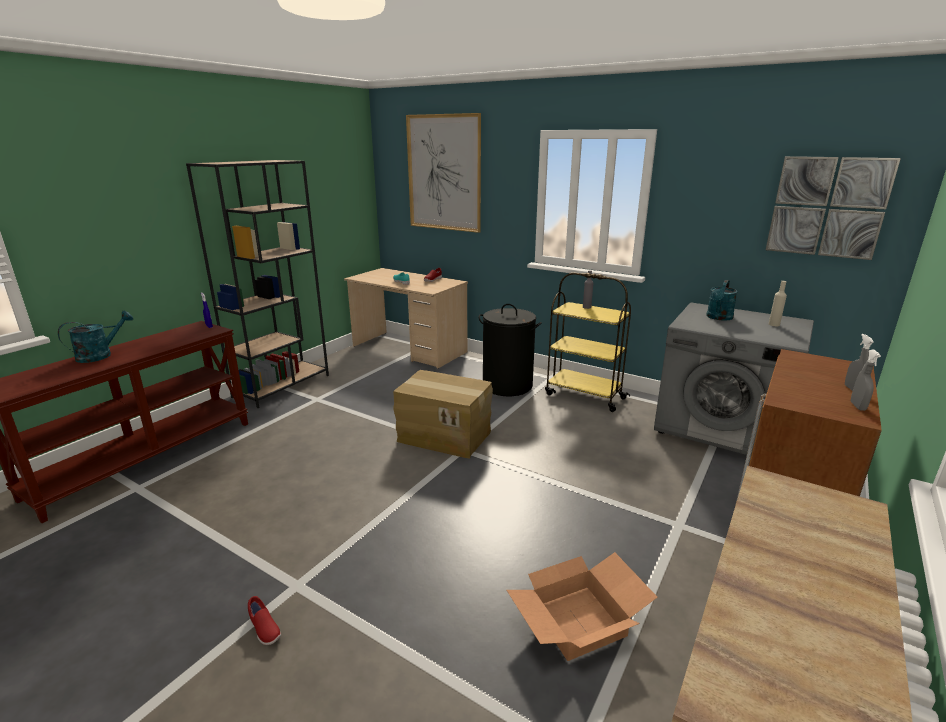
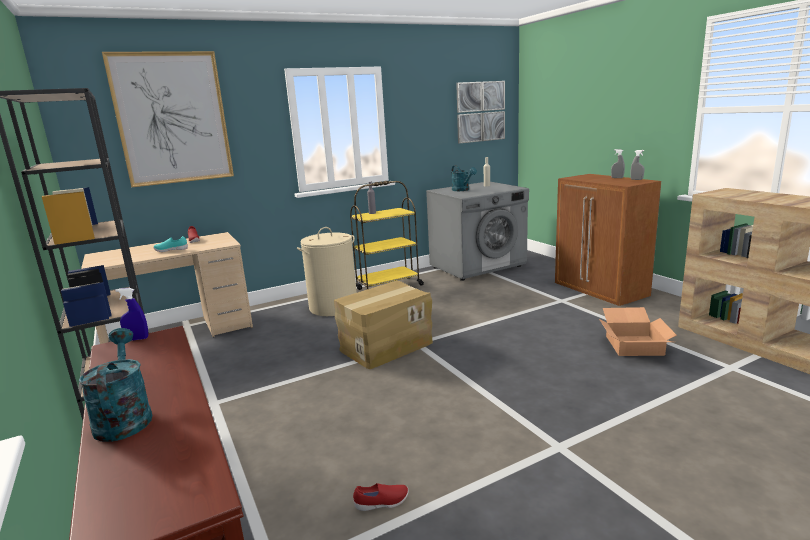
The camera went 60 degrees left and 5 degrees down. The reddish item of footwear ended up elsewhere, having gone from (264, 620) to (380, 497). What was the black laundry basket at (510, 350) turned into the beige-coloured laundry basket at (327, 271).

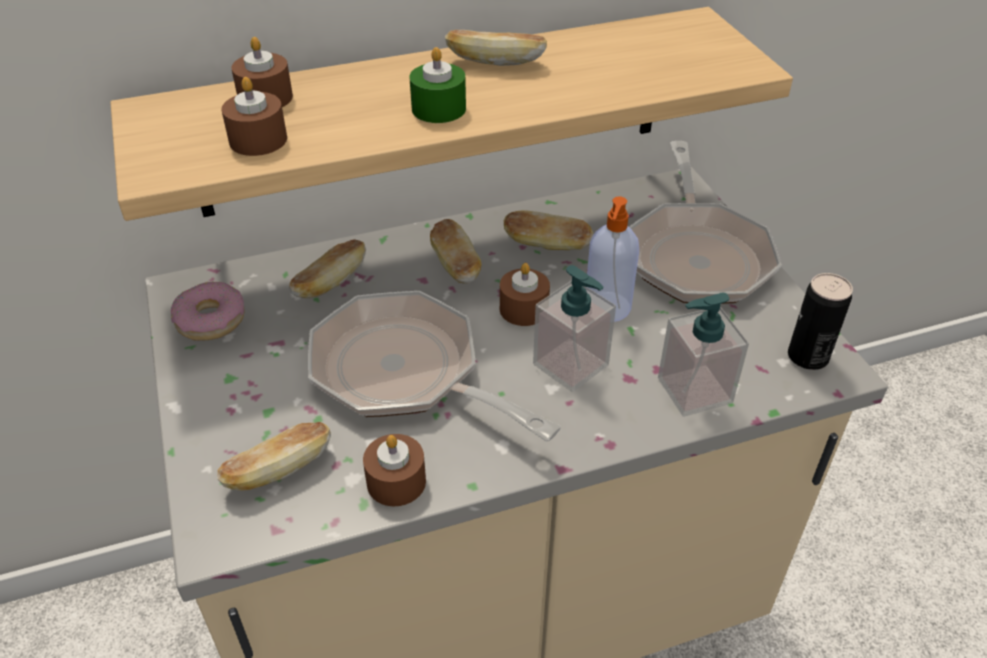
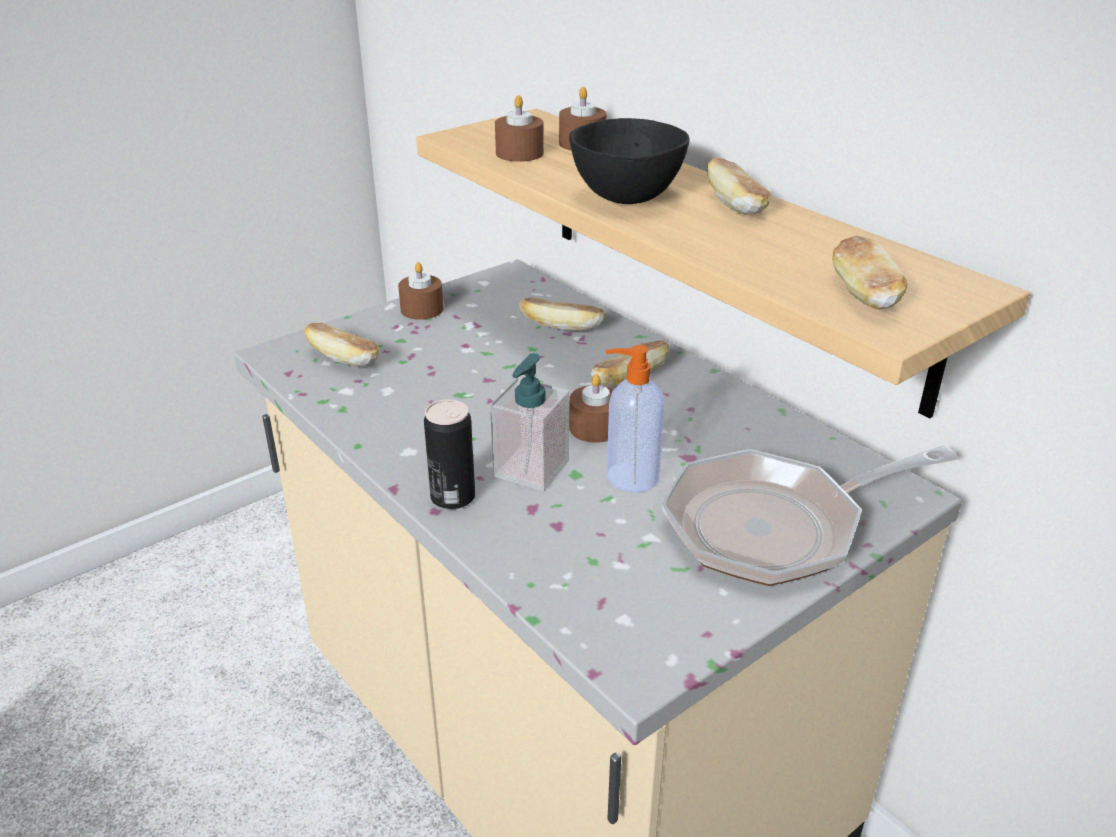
The camera went 70 degrees right and 10 degrees down. The second view lost the ring doughnut at (208, 311). The second view lost the skillet at (434, 366). The second view lost the liquid soap bottle at (703, 354). The brownish candle ended up elsewhere, having gone from (394, 470) to (421, 291). The bakery bread ended up elsewhere, having gone from (548, 230) to (870, 272). The metal can ended up elsewhere, having gone from (820, 321) to (449, 454). Where the greenish candle stood at (438, 85), the black bowl came to stand at (629, 161).

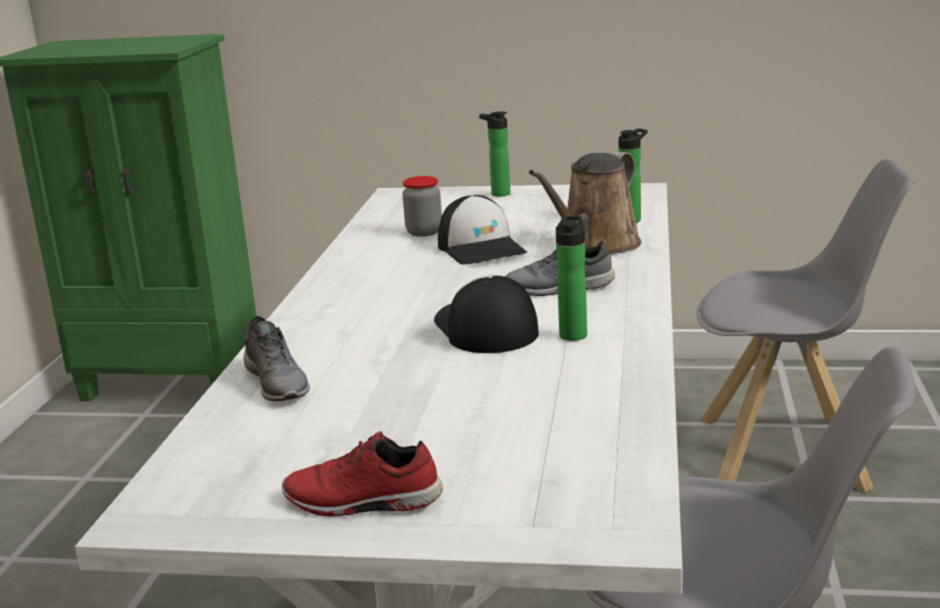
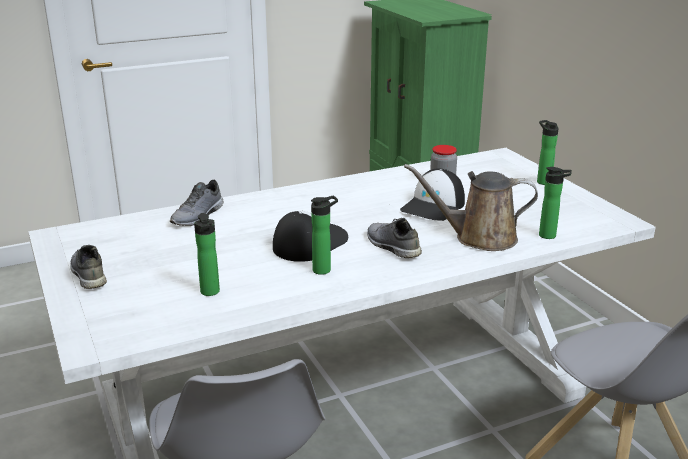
The camera went 55 degrees right and 5 degrees up. The second view gained the beverage bottle at (207, 254). What was the reddish item of footwear at (362, 473) turned into the gray item of footwear at (88, 267).

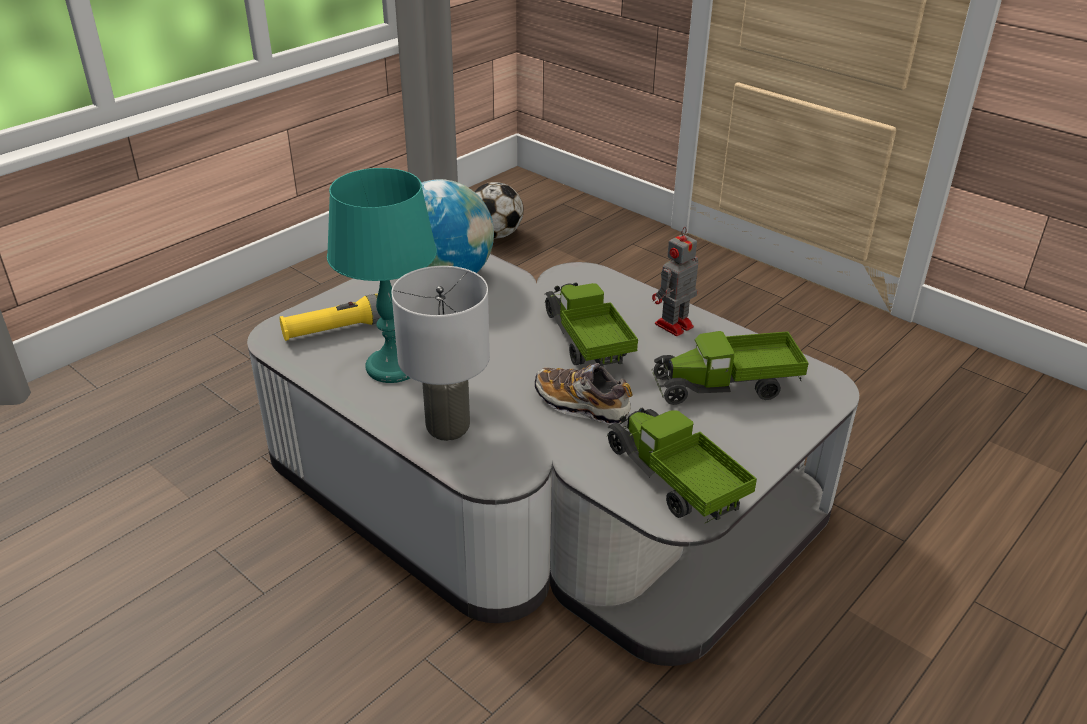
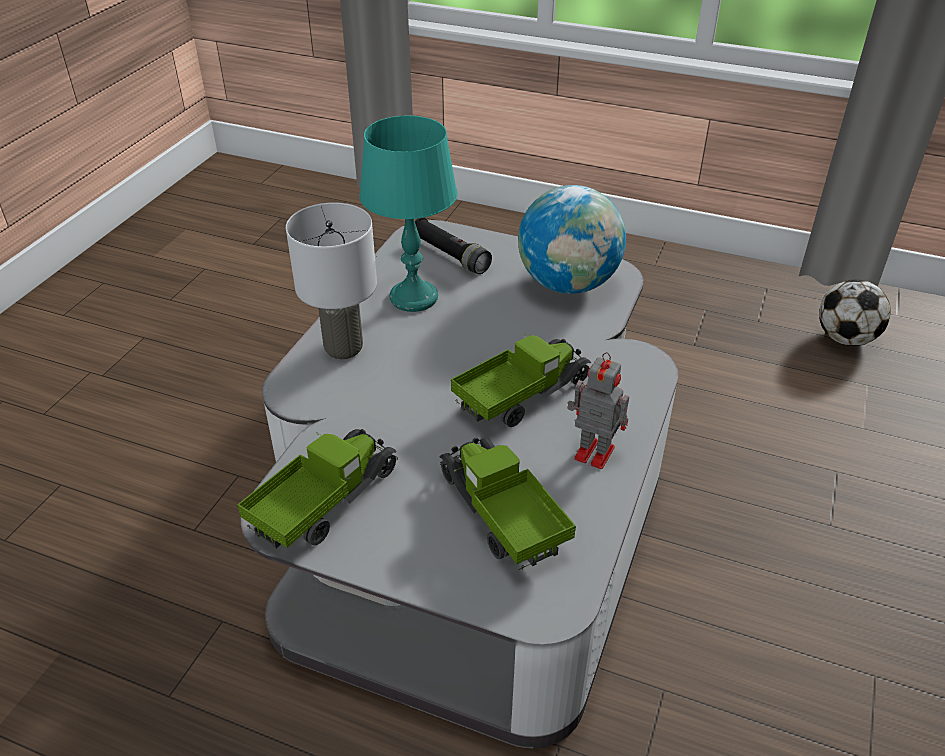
The camera went 70 degrees right and 5 degrees up. The second view lost the item of footwear at (584, 394). What was the yellowish torch at (330, 317) turned into the black torch at (453, 246).

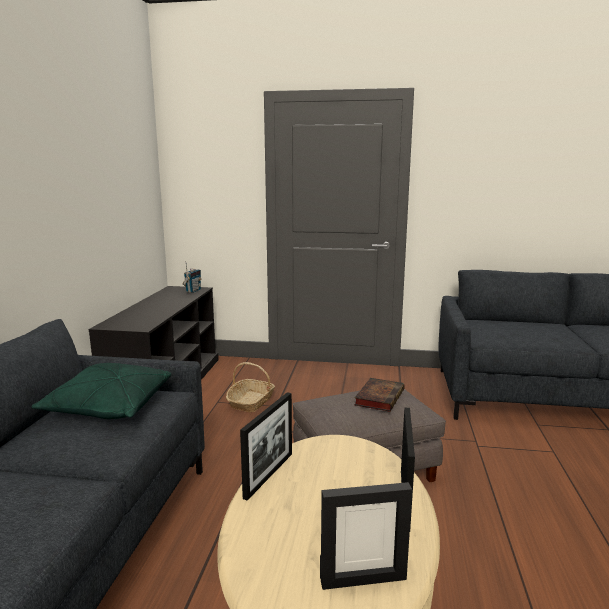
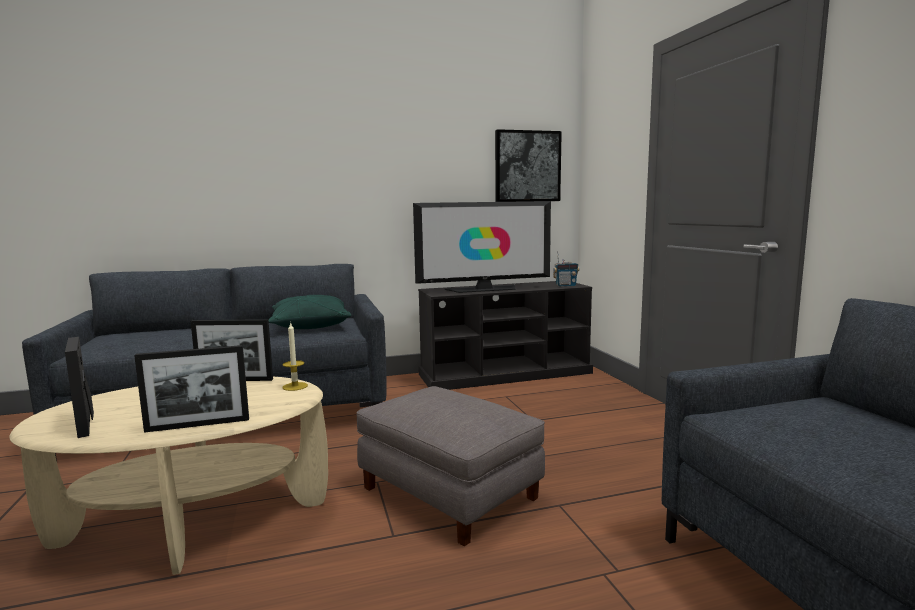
The camera went 65 degrees right and 5 degrees down. The second view lost the storage basket at (250, 387). The second view lost the volume at (379, 395). The second view gained the candle at (295, 356). The second view gained the TV set at (482, 247). The second view gained the wall art at (528, 165).

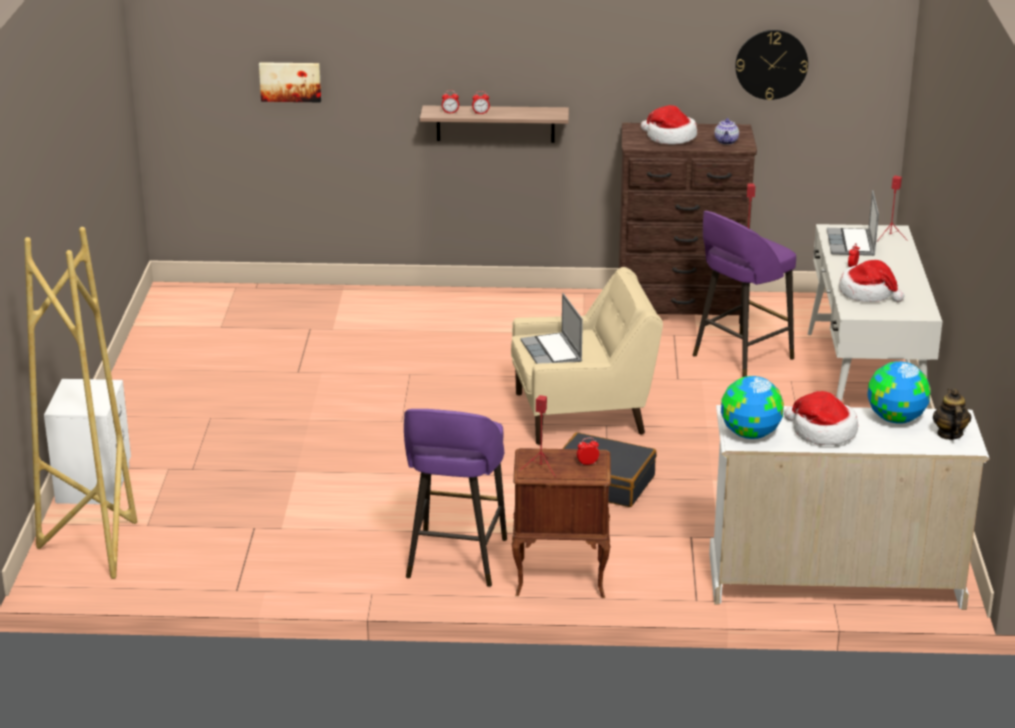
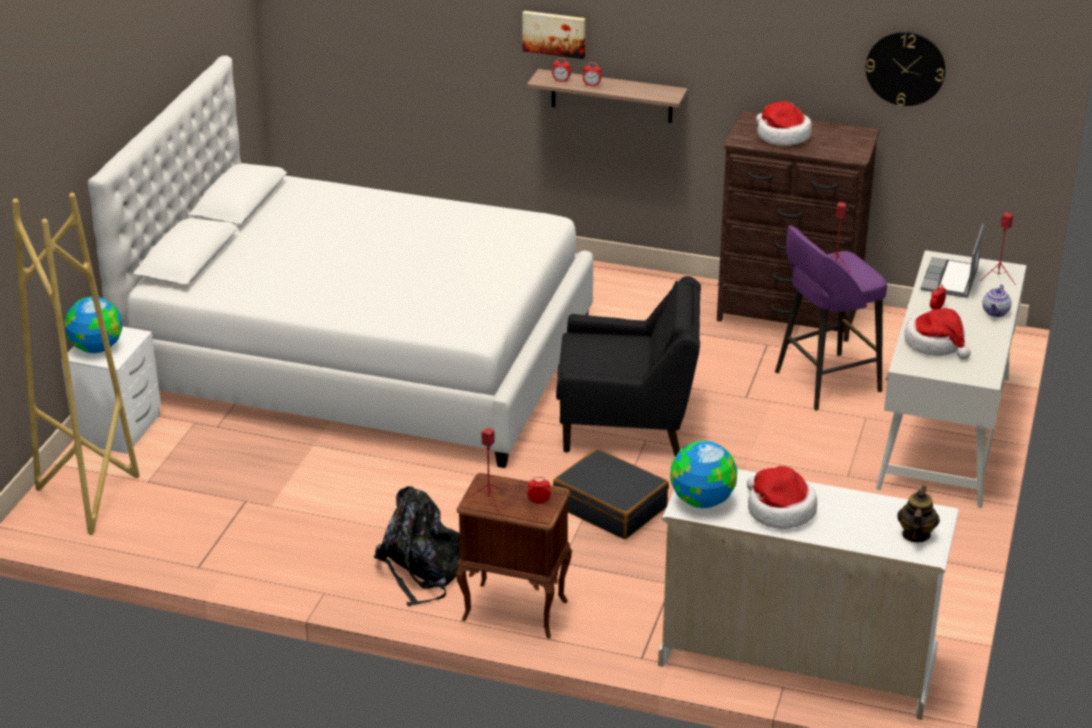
The camera went 15 degrees right and 5 degrees up. The second view lost the portable computer at (551, 328). The second view gained the whitish bed at (340, 262). The wall art ended up elsewhere, having gone from (290, 82) to (553, 35). The teapot ended up elsewhere, having gone from (726, 131) to (996, 301). The desk globe ended up elsewhere, having gone from (899, 392) to (93, 325). Where the purplish stool seat stood at (455, 498), the black rucksack came to stand at (416, 546). What was the beige-coloured easy chair at (587, 356) turned into the black easy chair at (628, 366).

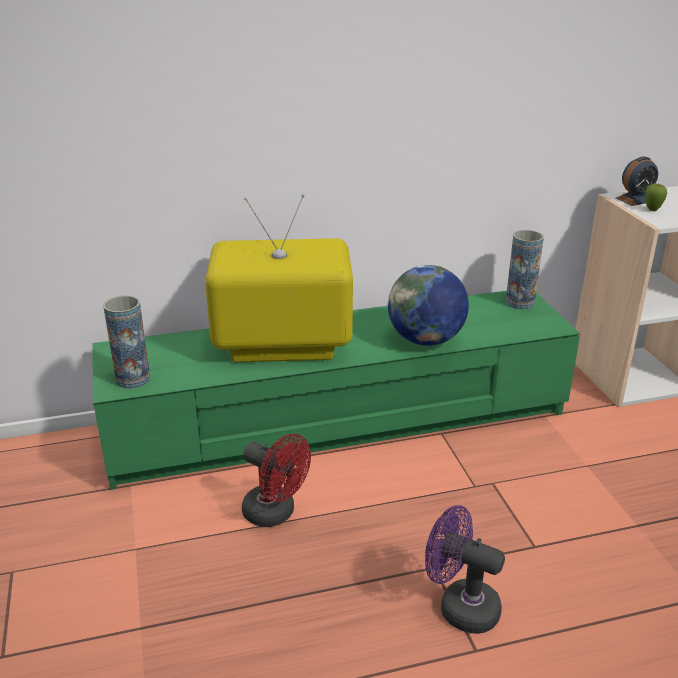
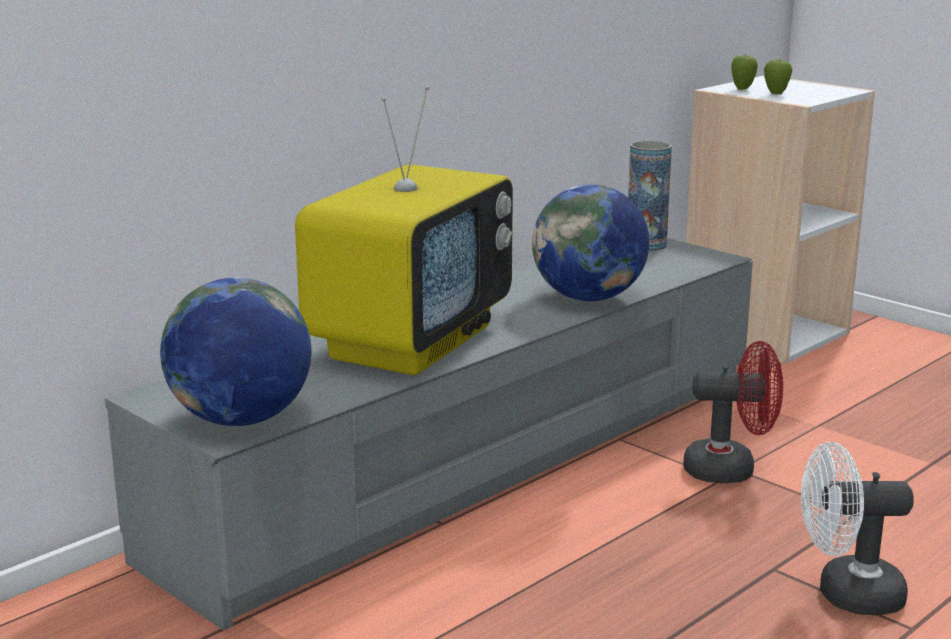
The camera went 30 degrees left and 10 degrees down. The reddish fan ended up elsewhere, having gone from (276, 480) to (733, 412). Where the decorative vase stood at (126, 342), the desk globe came to stand at (235, 351). Where the bedside clock stood at (637, 181), the whole apple came to stand at (744, 72). What was the greenish tv unit at (336, 390) turned into the gray tv unit at (429, 434). What was the purplish fan at (465, 569) turned into the whitish fan at (857, 528). The TV set at (279, 278) ended up facing another way, 150 degrees clockwise from before.

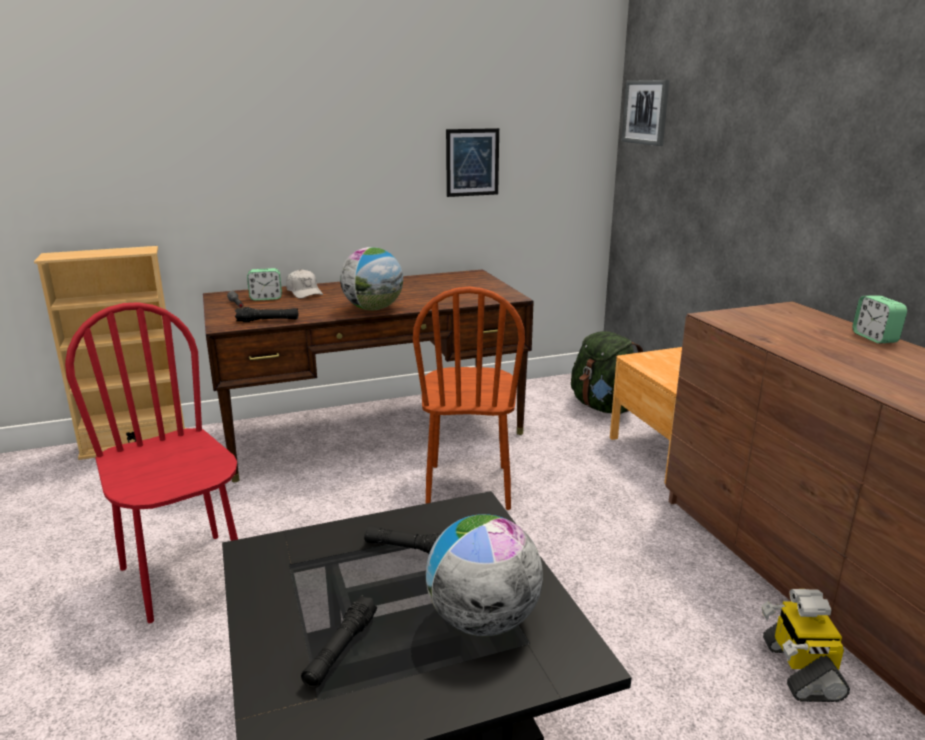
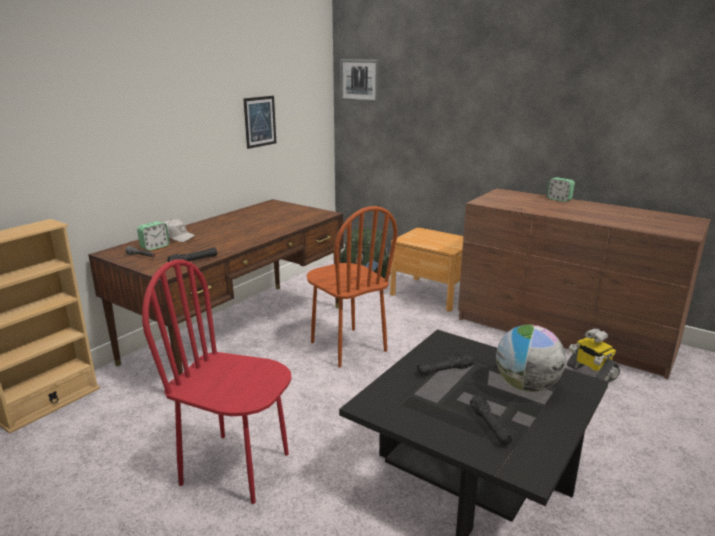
The camera went 35 degrees left and 0 degrees up. The second view lost the desk globe at (371, 278).

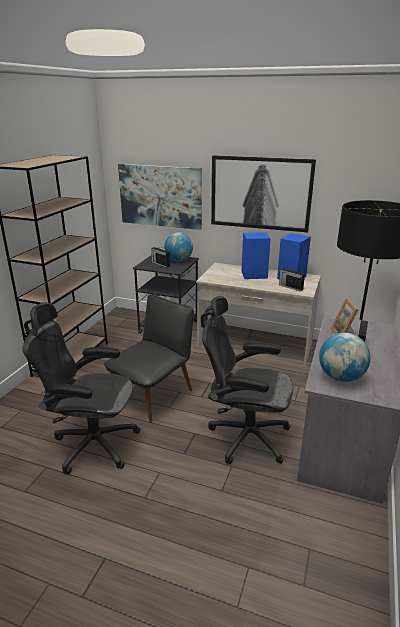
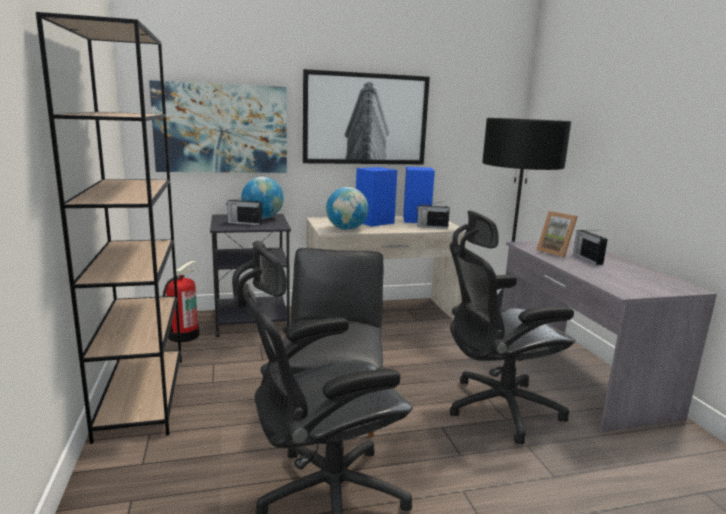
The camera went 35 degrees left and 10 degrees down. The second view gained the fire-fighting cylinder at (181, 301). The desk globe ended up elsewhere, having gone from (345, 357) to (347, 208).

